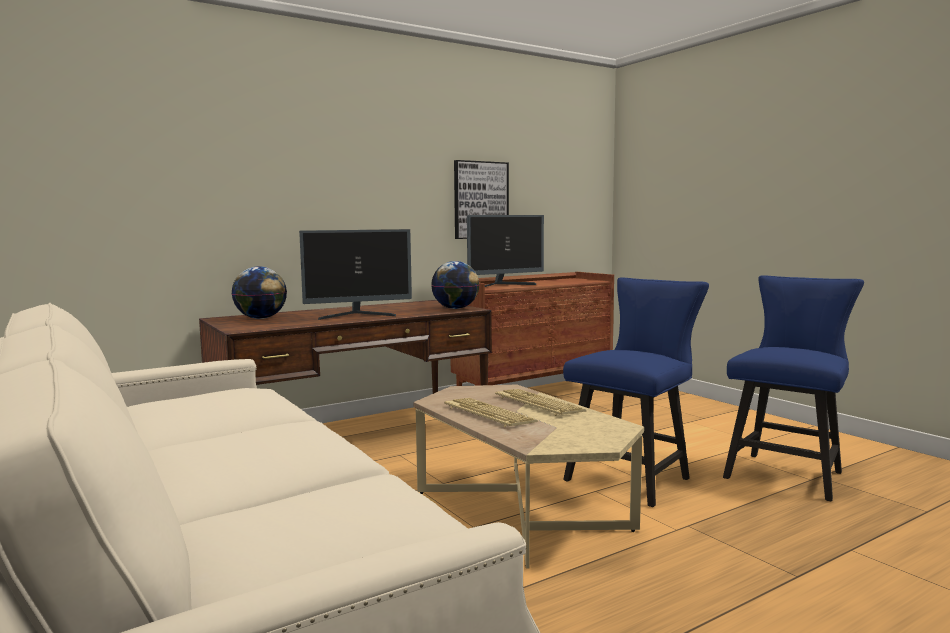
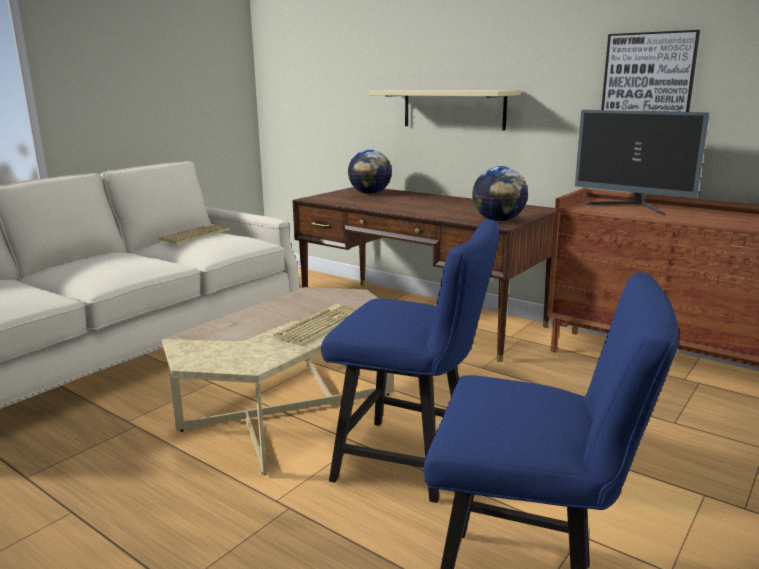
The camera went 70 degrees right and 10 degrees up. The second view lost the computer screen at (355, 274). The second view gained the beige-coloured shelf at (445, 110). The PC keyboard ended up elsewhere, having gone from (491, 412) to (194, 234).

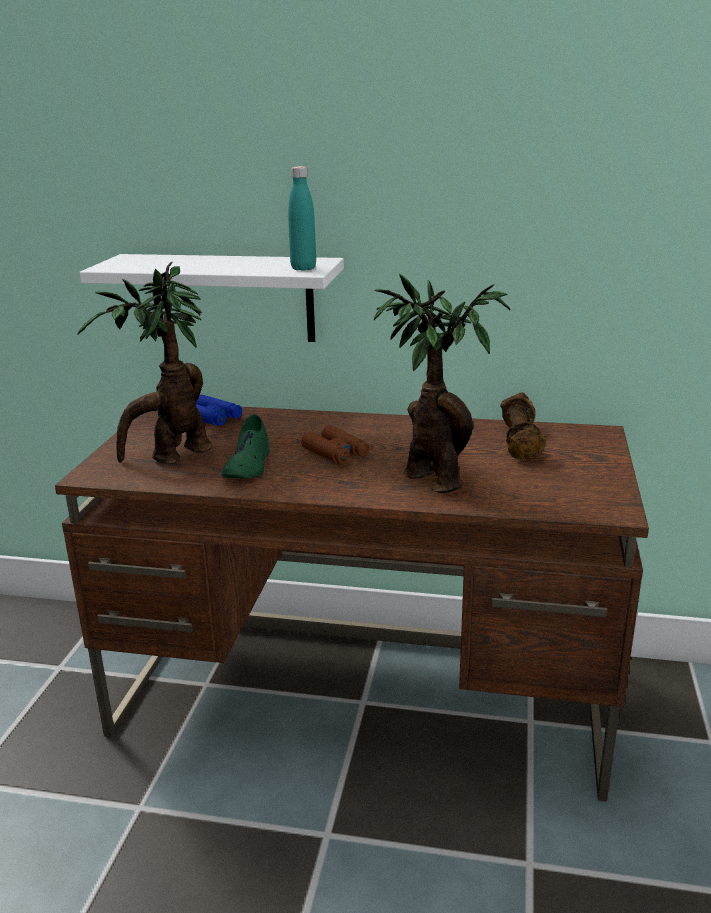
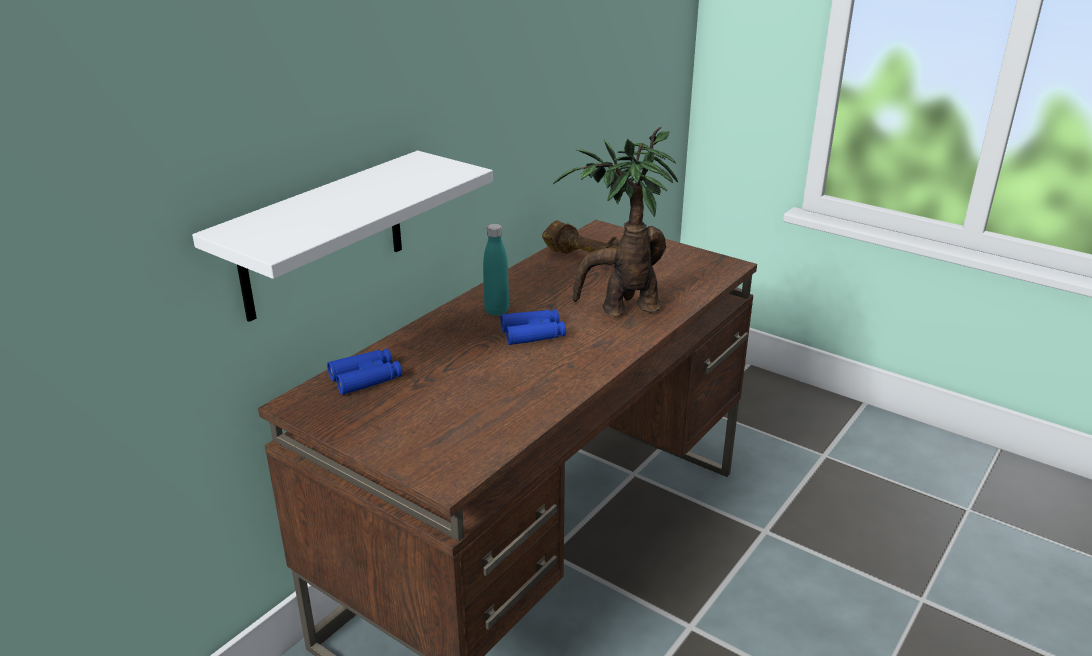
The camera went 65 degrees left and 5 degrees up. The second view lost the plant in a pot at (144, 362). The second view lost the greenish item of footwear at (245, 446). The turquoise beverage bottle ended up elsewhere, having gone from (302, 218) to (496, 270). What was the brownish binoculars at (335, 444) turned into the bluish binoculars at (533, 327).

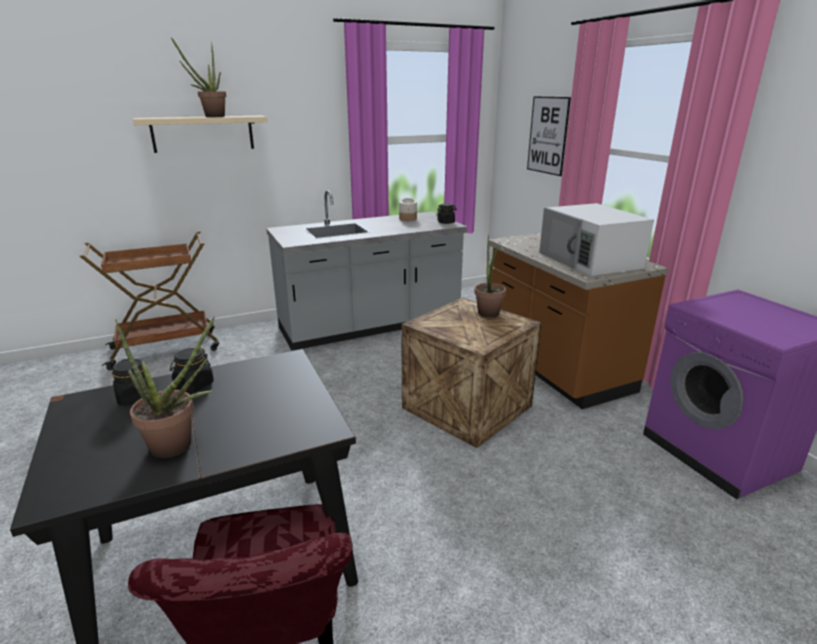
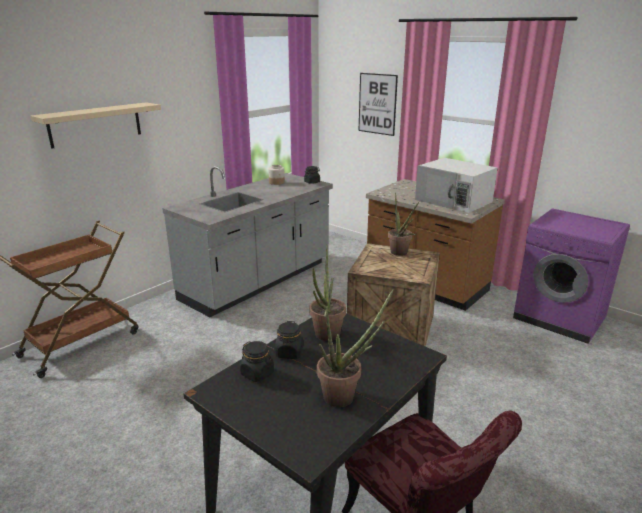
The camera went 25 degrees left and 0 degrees up. The plant in a pot ended up elsewhere, having gone from (198, 77) to (327, 293).

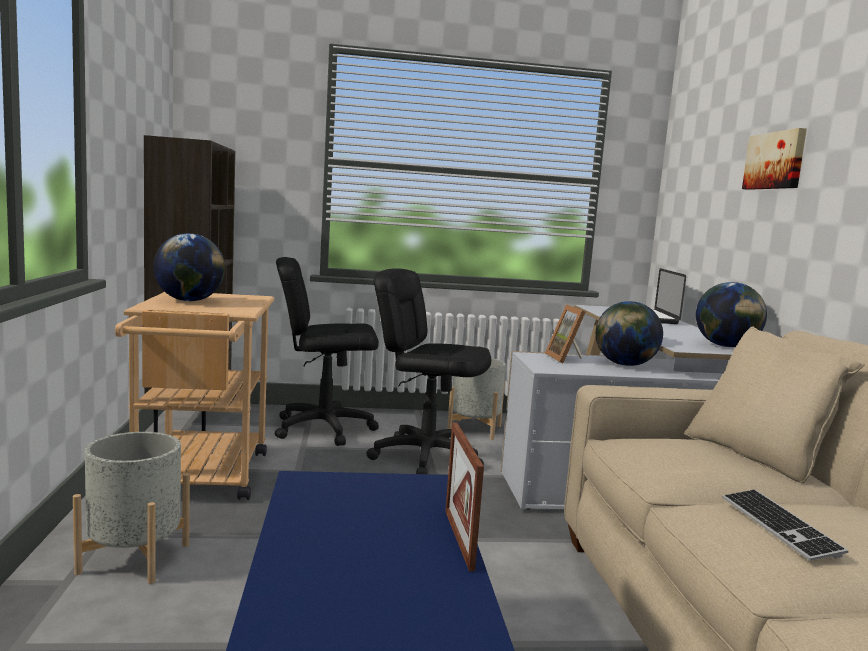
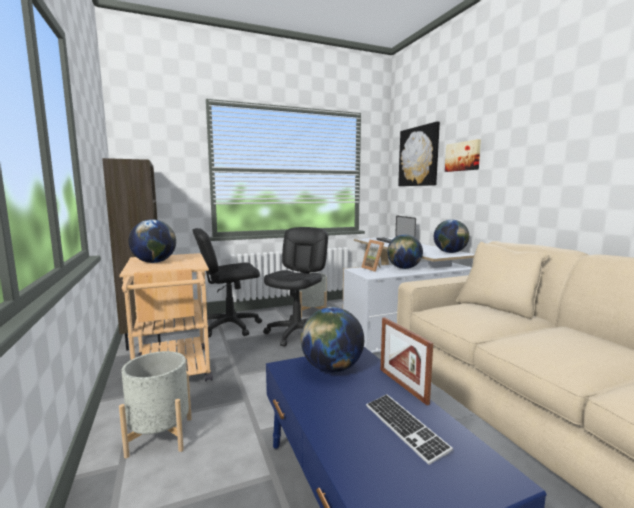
The camera went 15 degrees left and 0 degrees up. The second view gained the desk globe at (332, 339). The second view gained the wall art at (419, 154). The PC keyboard ended up elsewhere, having gone from (785, 525) to (409, 429). The black desk chair at (428, 371) ended up facing another way, 105 degrees clockwise from before.

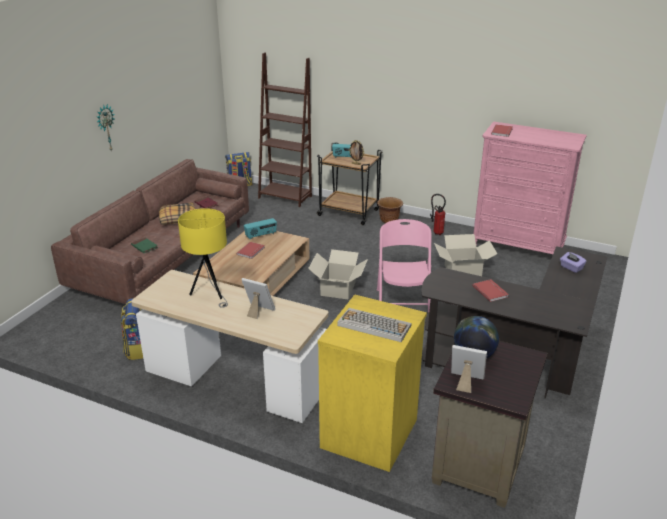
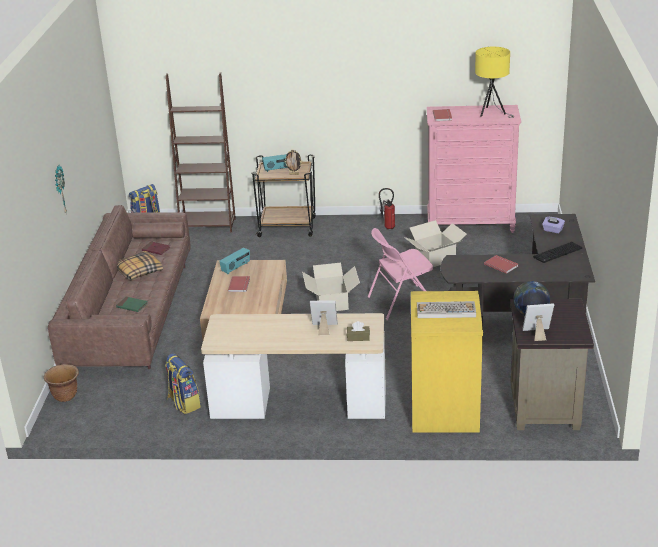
The camera went 20 degrees left and 0 degrees up. The second view gained the brownish box of tissues at (358, 331). The second view gained the PC keyboard at (557, 252). The yellowish lamp for a table ended up elsewhere, having gone from (203, 258) to (494, 82). The brownish plant pot ended up elsewhere, having gone from (390, 210) to (61, 383). The pinkish chair at (404, 266) ended up facing another way, 90 degrees counterclockwise from before.

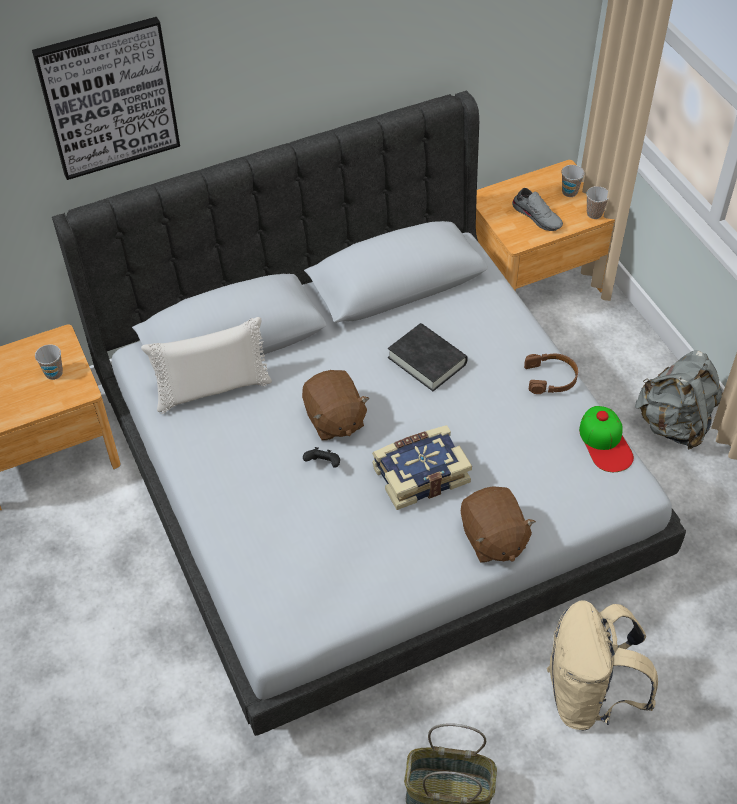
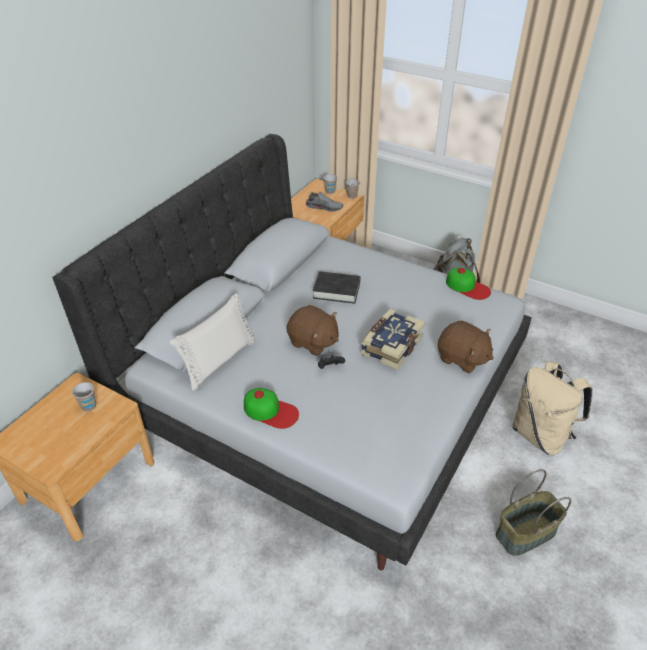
The camera went 35 degrees left and 10 degrees down. The second view lost the wall art at (106, 98). The second view lost the brownish pair of headphones at (551, 374). The second view gained the cap at (271, 408).

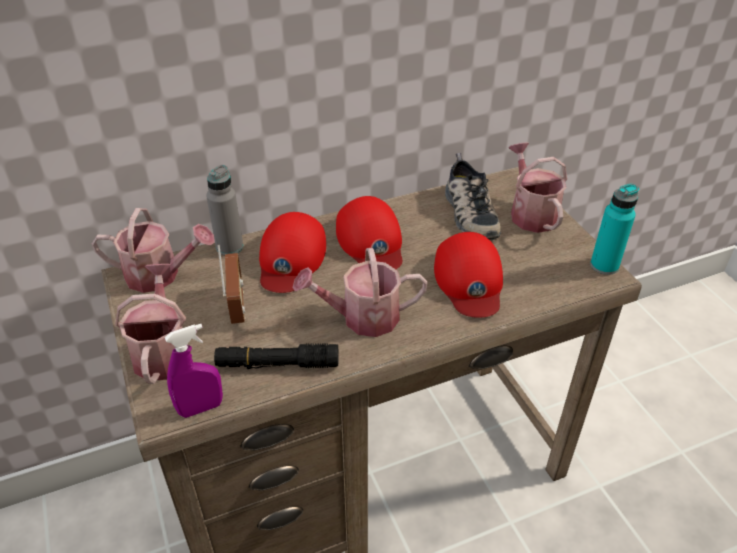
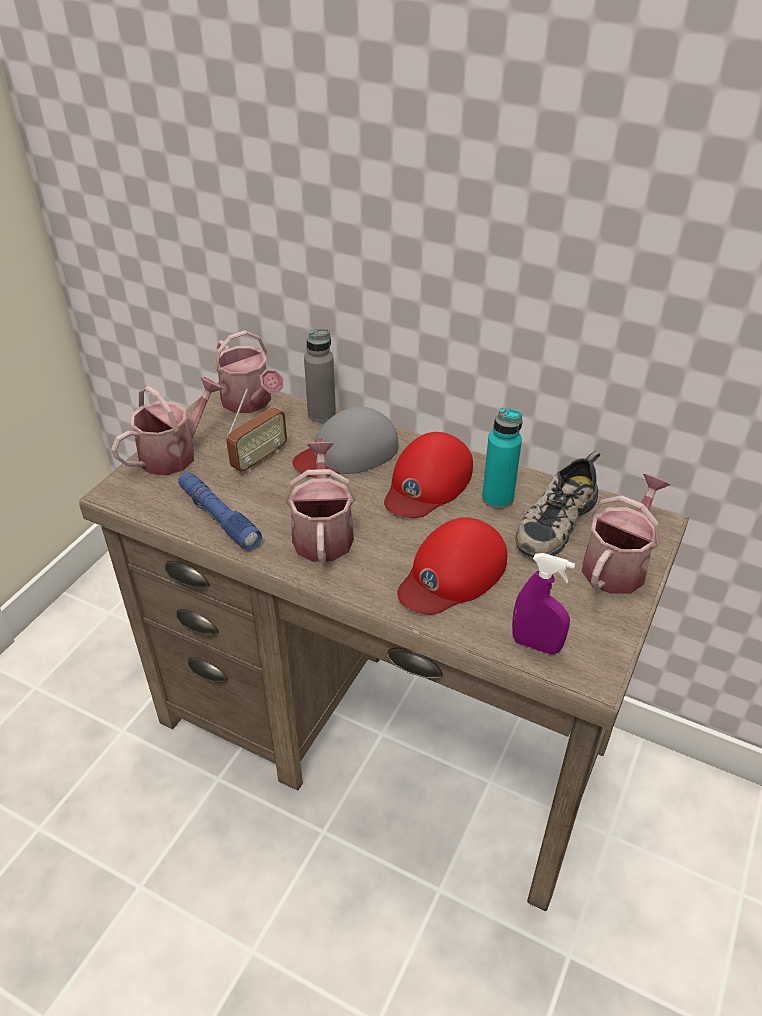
The camera went 50 degrees right and 0 degrees up. The purplish sprayer ended up elsewhere, having gone from (194, 371) to (543, 604). The turquoise beverage bottle ended up elsewhere, having gone from (614, 229) to (502, 458). What was the black torch at (276, 356) turned into the bluish torch at (220, 511). What was the reddish cap at (292, 252) turned into the gray cap at (345, 442). The watering can at (360, 292) ended up facing another way, 45 degrees clockwise from before.

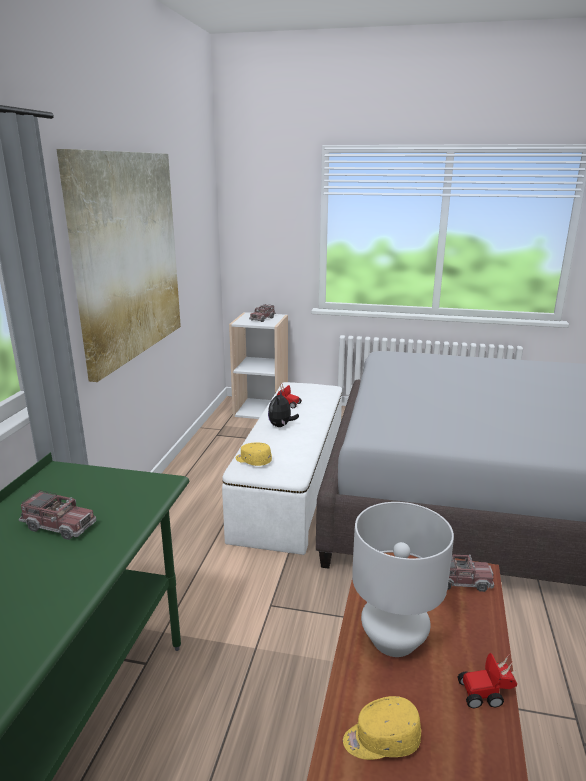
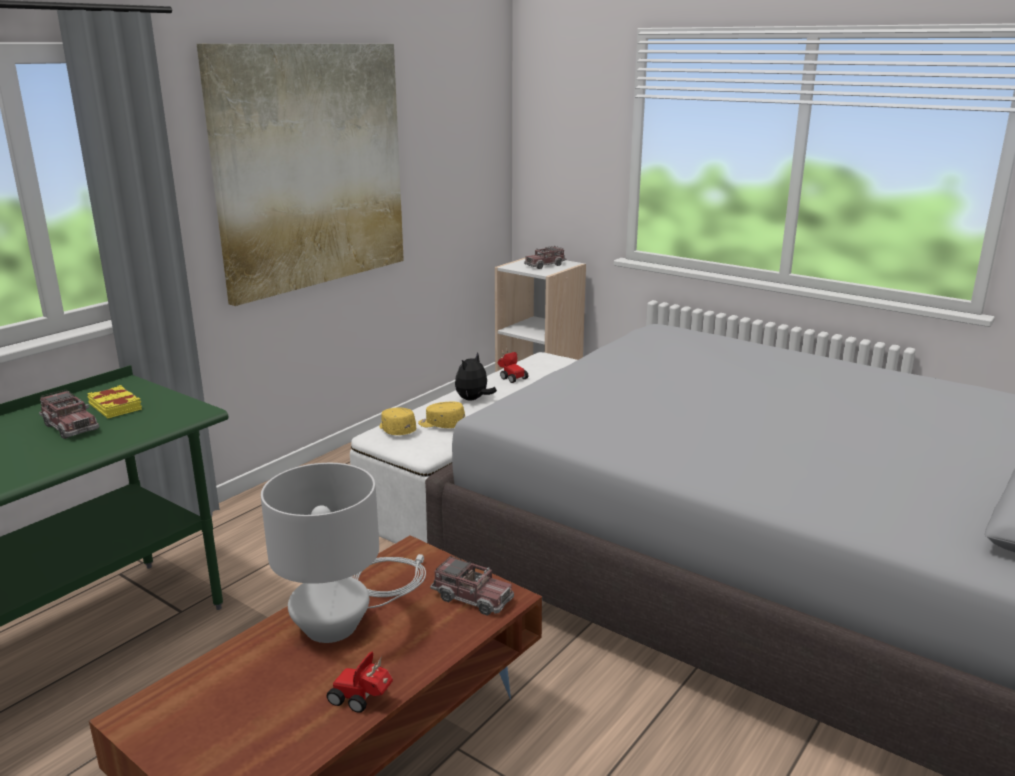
The camera went 25 degrees right and 0 degrees up. The second view gained the yellowish volume at (114, 401). The yellowish cap ended up elsewhere, having gone from (382, 728) to (441, 415).

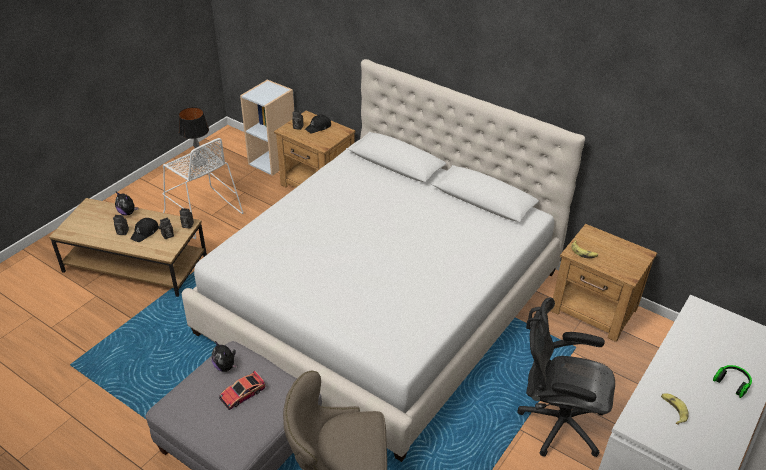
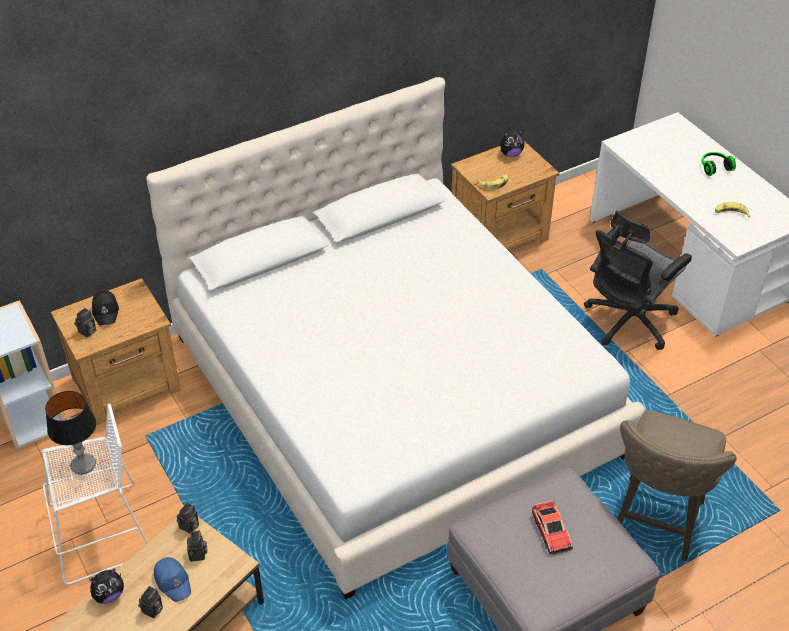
The camera went 65 degrees left and 5 degrees up. The plush toy ended up elsewhere, having gone from (224, 356) to (512, 143). What was the black cap at (144, 230) turned into the bluish cap at (172, 579).

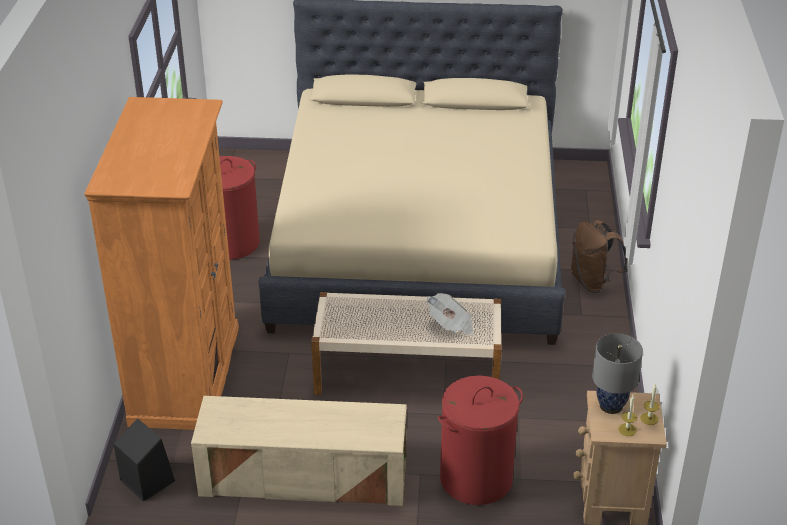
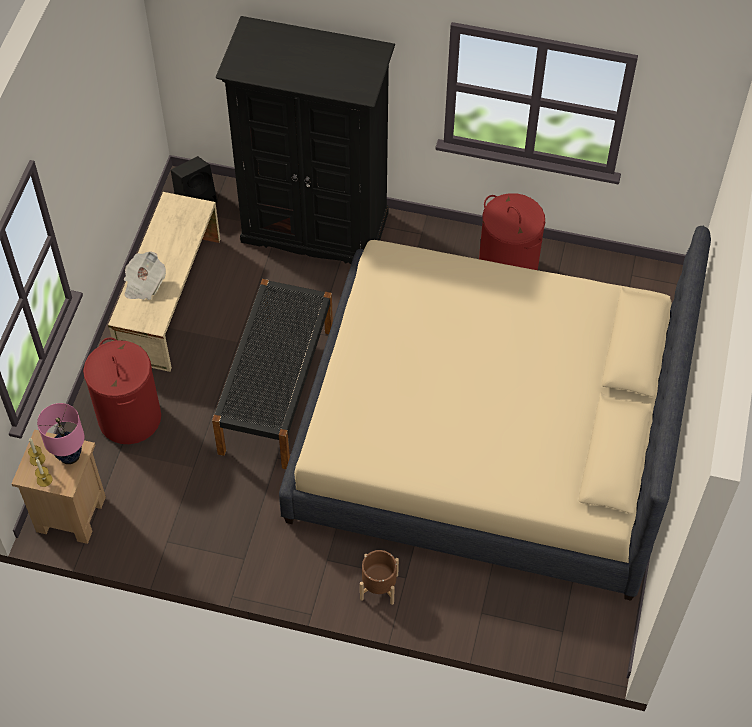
The camera went 100 degrees right and 20 degrees up. The daily paper ended up elsewhere, having gone from (450, 314) to (145, 275). Where the brownish rucksack stood at (599, 256), the brownish plant pot came to stand at (379, 577). What was the orange-coloured wardrobe at (161, 263) turned into the black wardrobe at (305, 140). What was the beige-coloured indoor bench at (406, 343) turned into the black indoor bench at (272, 374). What was the gray lamp for a table at (617, 373) turned into the pinkish lamp for a table at (61, 433).

